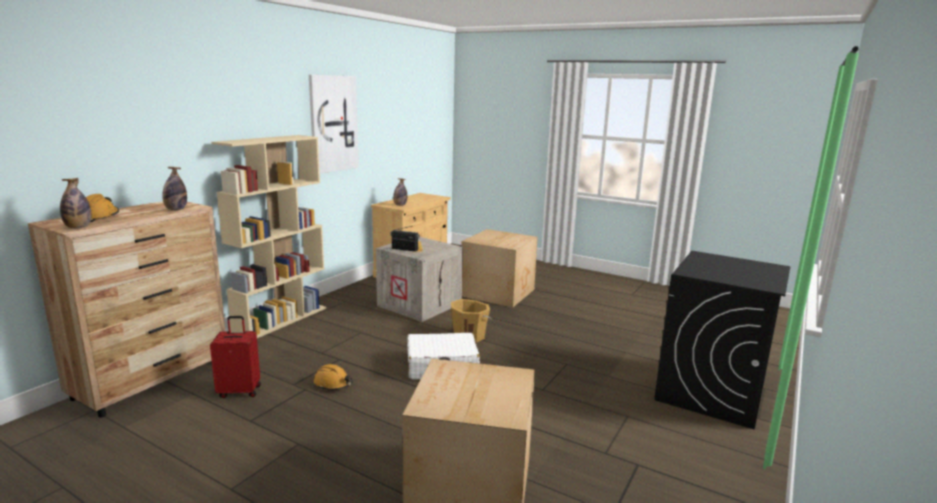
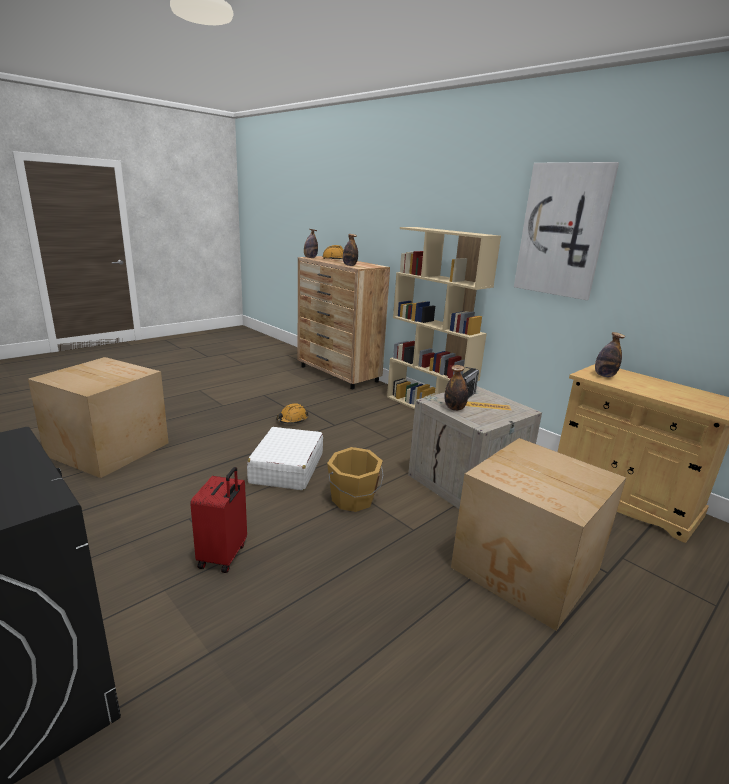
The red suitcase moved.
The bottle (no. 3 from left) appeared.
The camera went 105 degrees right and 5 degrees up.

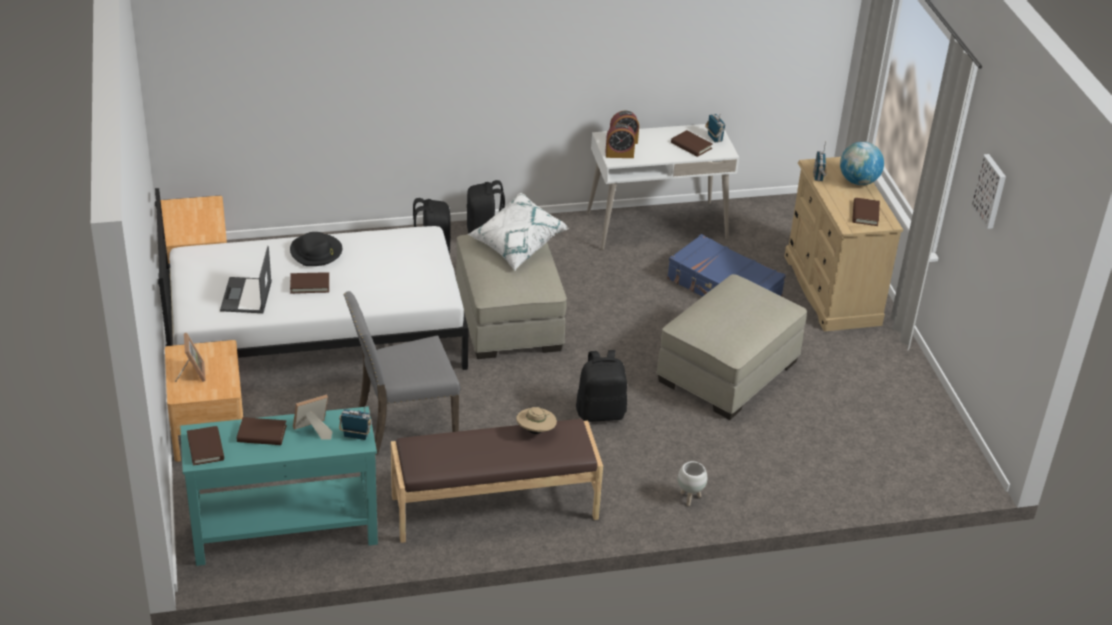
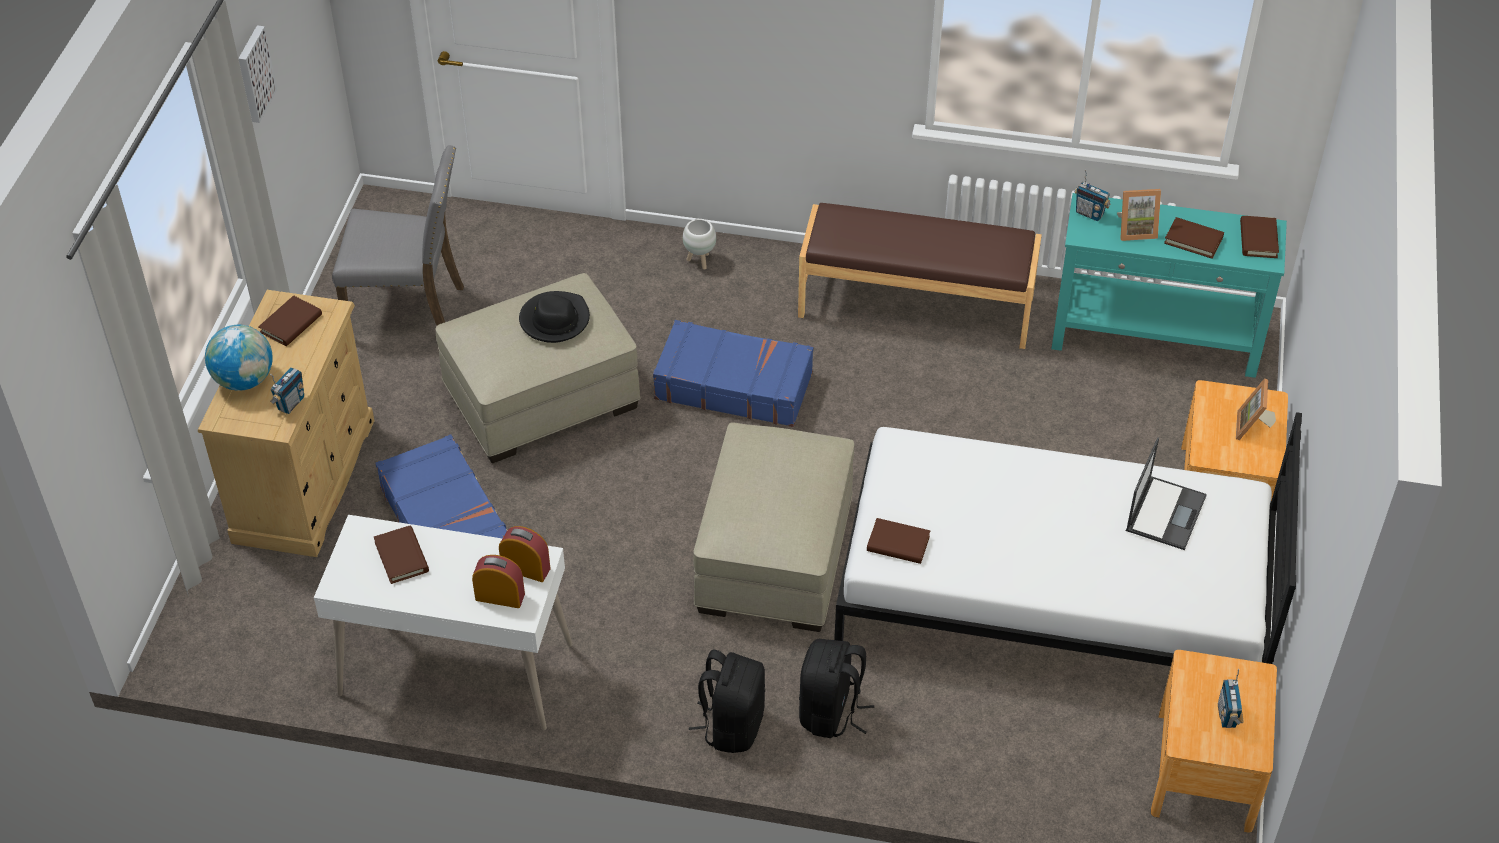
The black hat moved.
The brown book (no. 3 from left) moved.
The grey chair moved.
The white pillow disappeared.
The beige hat disappeared.
The black backpack (no. 3 from left) was replaced by the blue suitcase (no. 2 from left).
The radio (no. 2 from left in the first image) moved.
The camera went 155 degrees left and 10 degrees up.

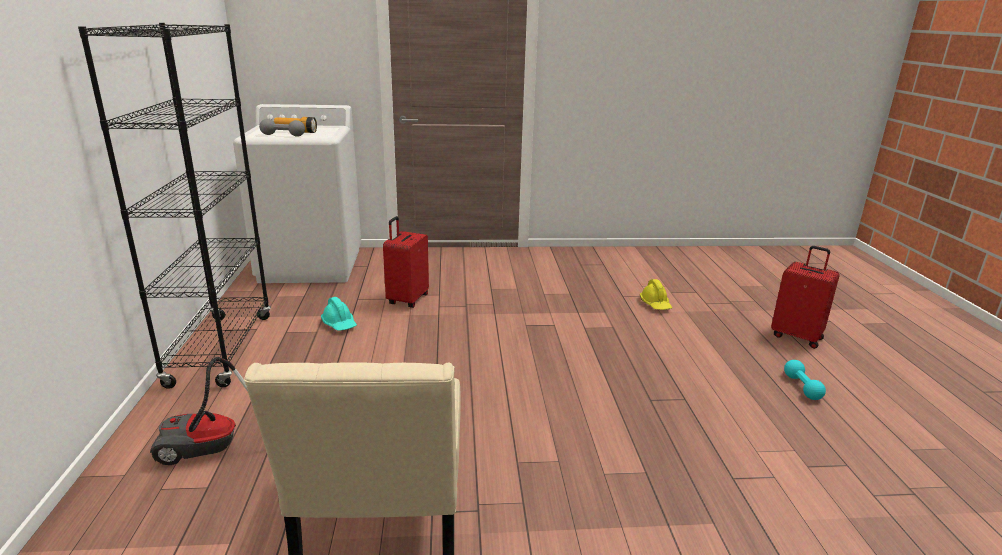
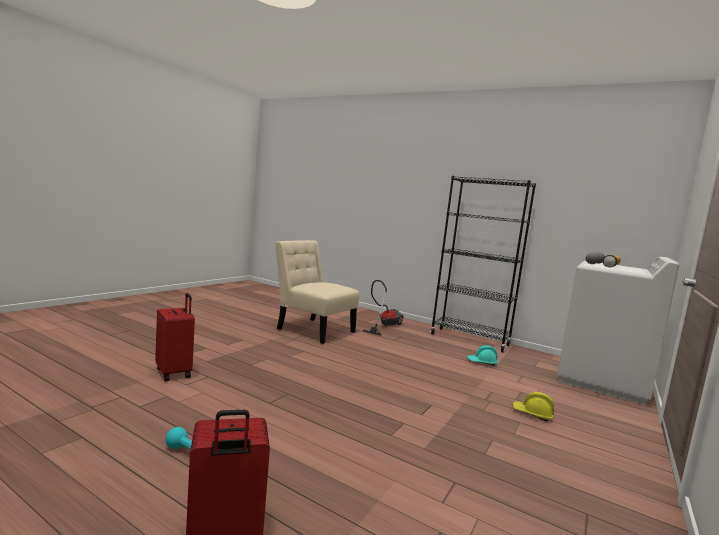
The red suitcase (no. 1 from left) moved.
The yellow hard hat moved.
The camera went 125 degrees right and 15 degrees down.

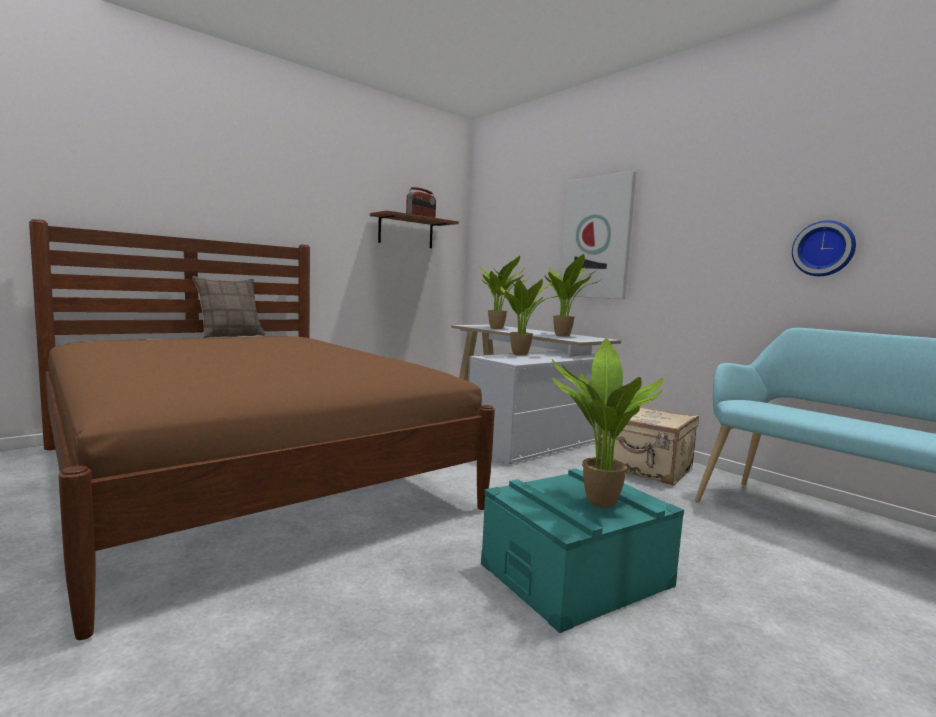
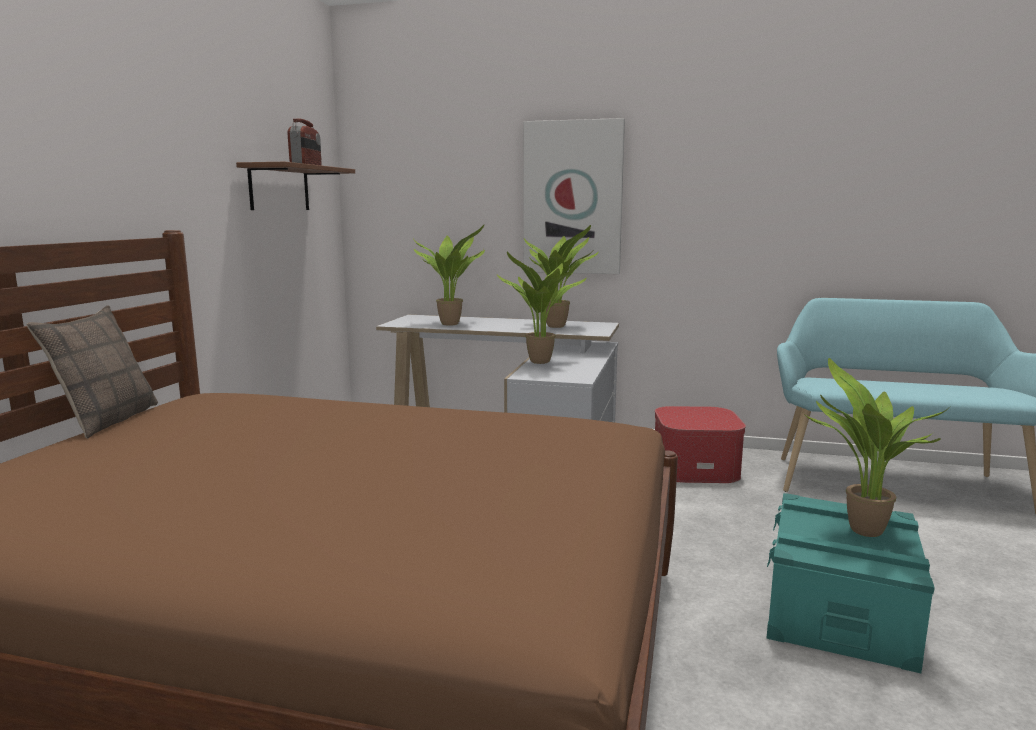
The beige suitcase was replaced by the ottoman.
The wall clock disappeared.
The camera went 35 degrees left and 5 degrees up.

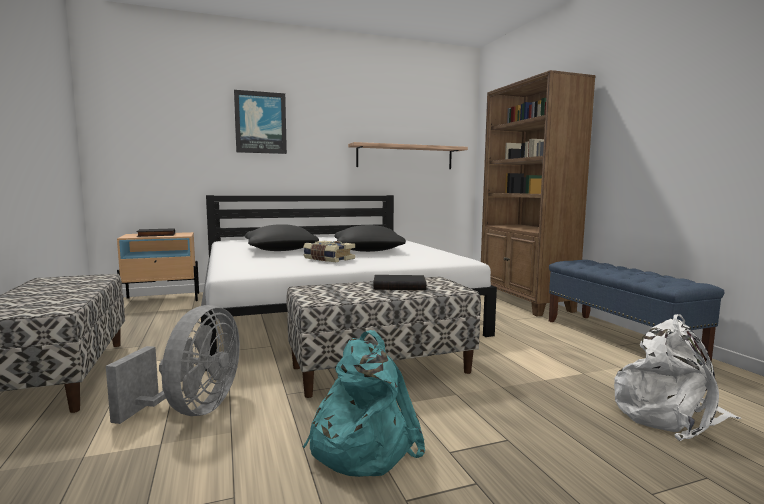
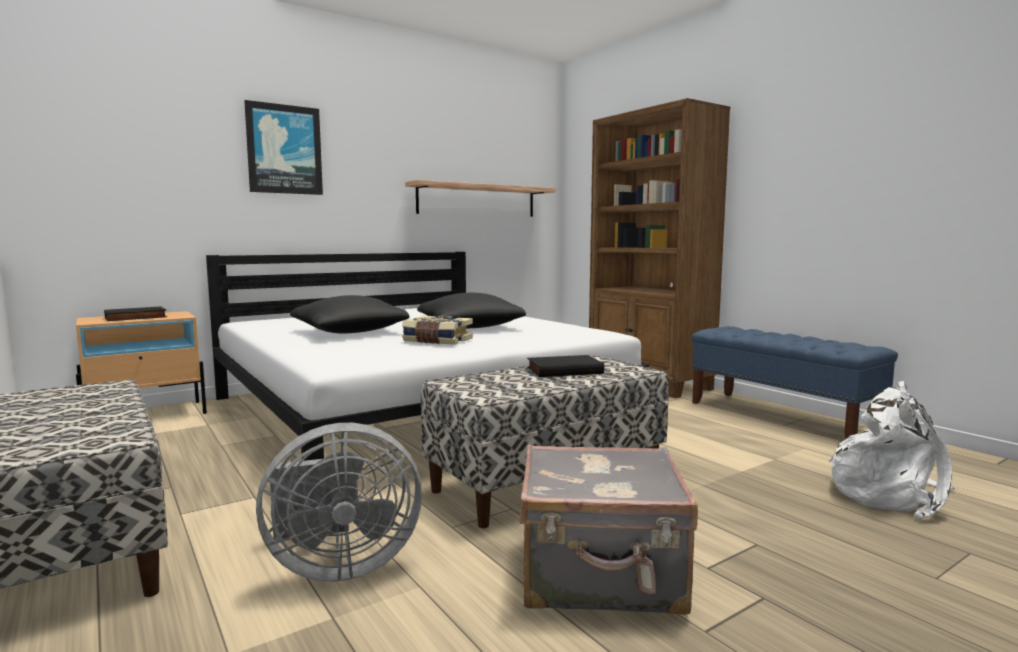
The grey fan turned 75 degrees clockwise.
The turquoise backpack was replaced by the grey suitcase.
The camera went 15 degrees left and 0 degrees up.

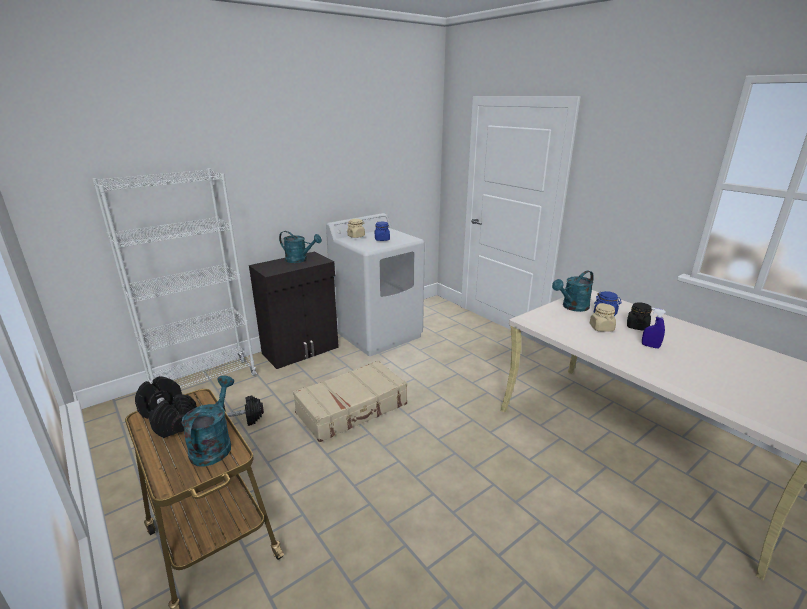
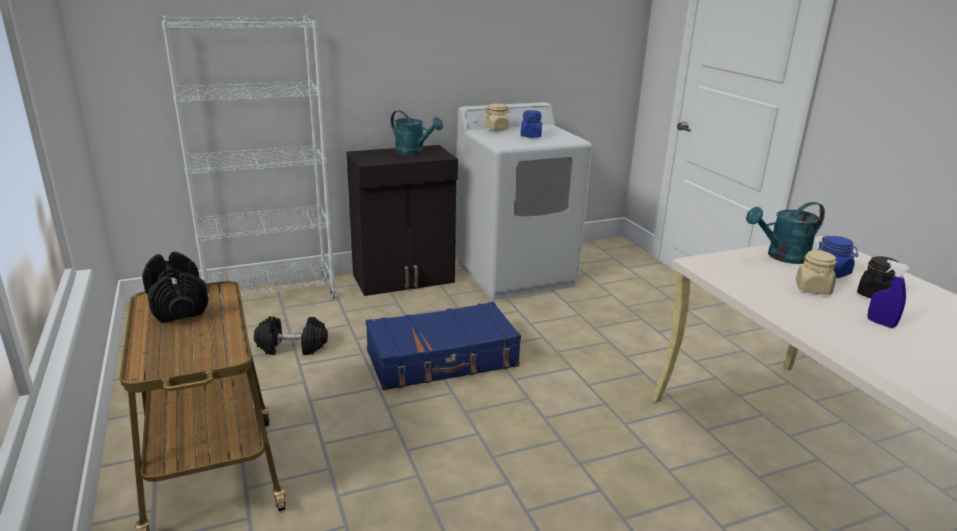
The turquoise watering can (no. 1 from left) disappeared.
The beige suitcase became the blue suitcase.
The camera went 15 degrees right and 0 degrees up.

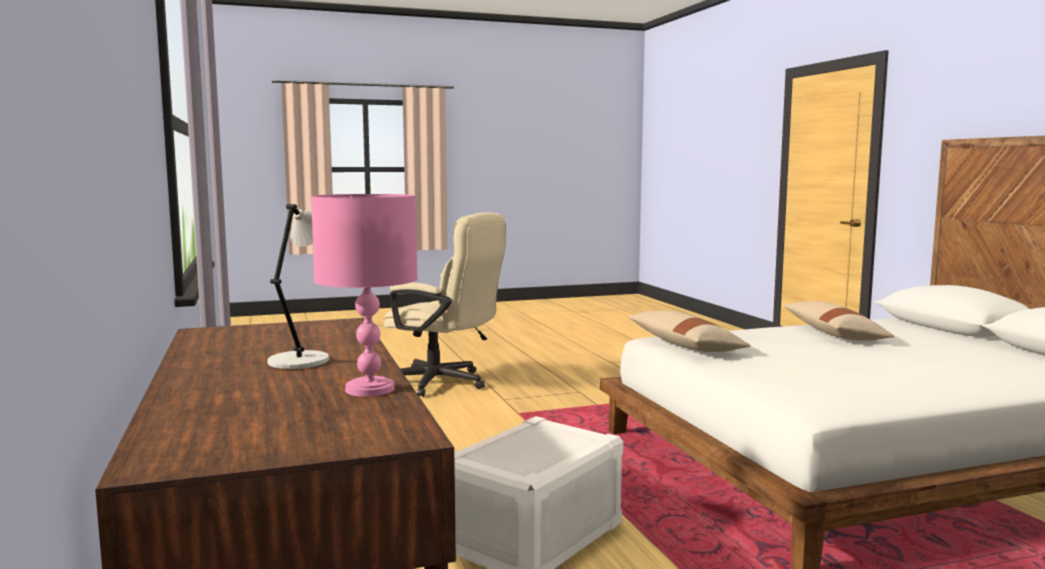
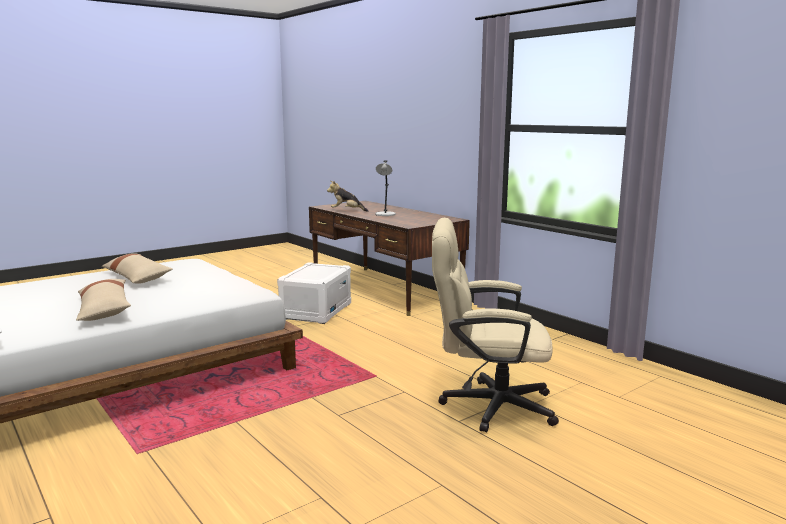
The pink table lamp was replaced by the plush toy.
The beige pillow (no. 1 from left in the first image) moved.
The camera went 160 degrees right and 5 degrees up.

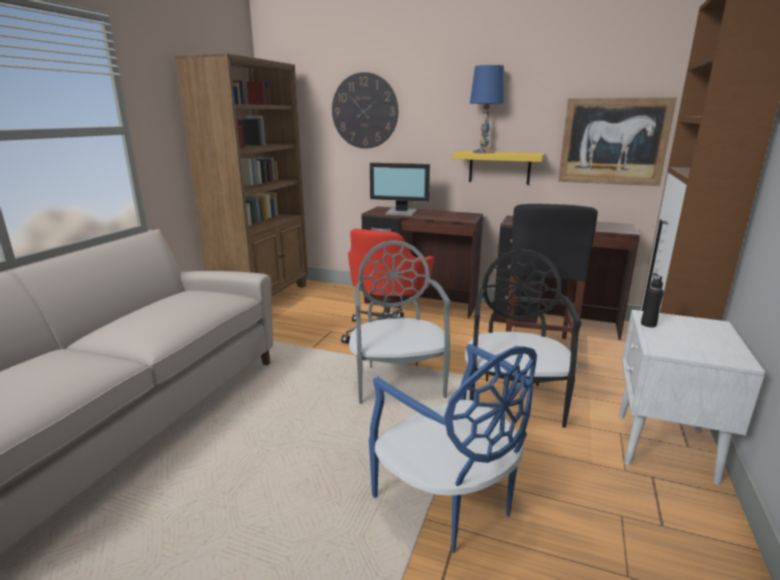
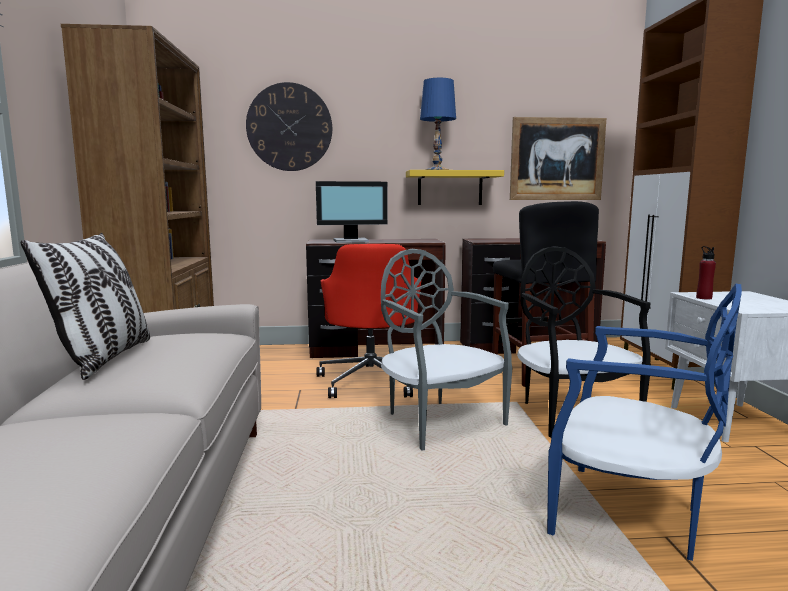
The black bottle became the red bottle.
The pillow appeared.
The camera went 25 degrees left and 10 degrees down.

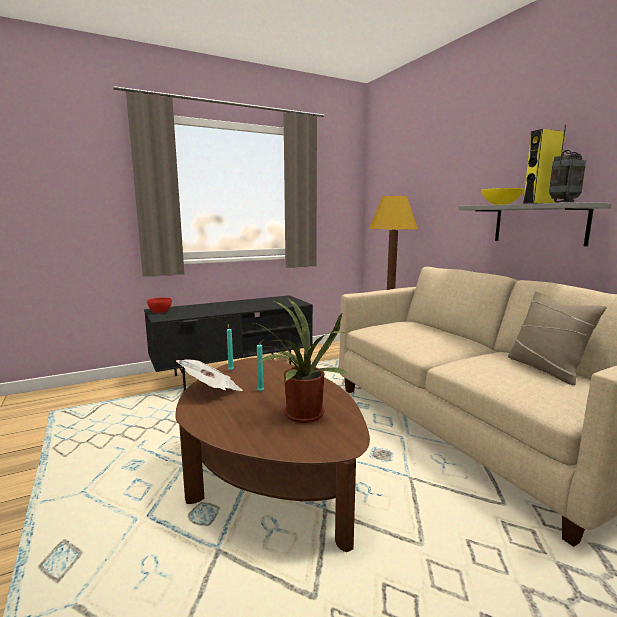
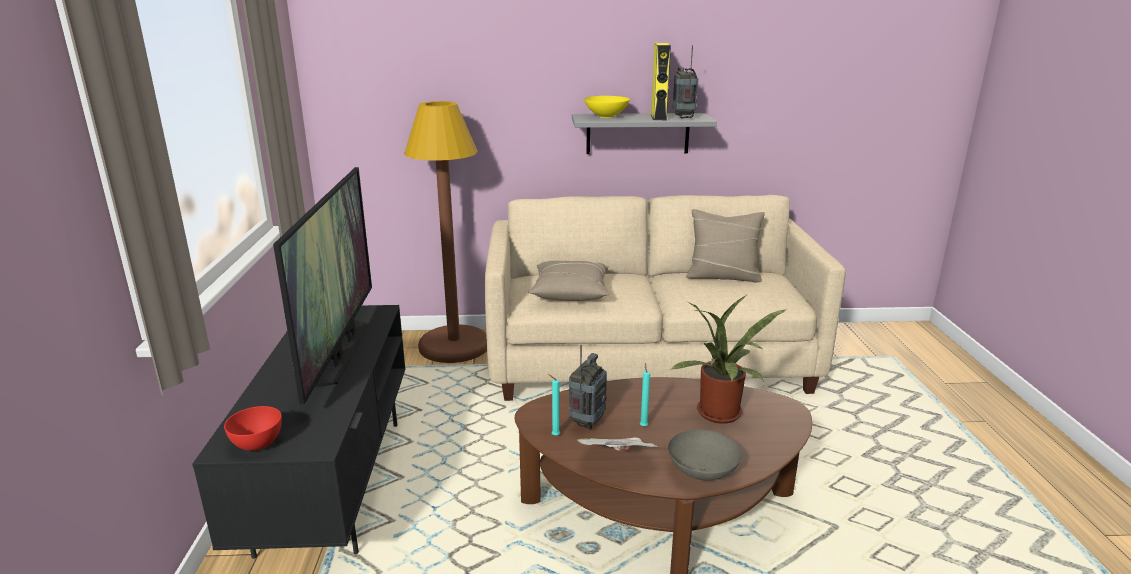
The television appeared.
The beige pillow (no. 1 from left) appeared.
The radio (no. 1 from left) appeared.
The grey bowl appeared.
The camera went 65 degrees left and 10 degrees up.

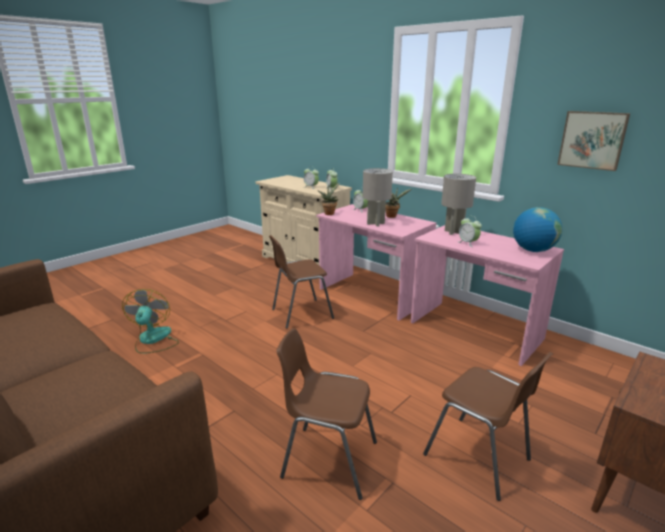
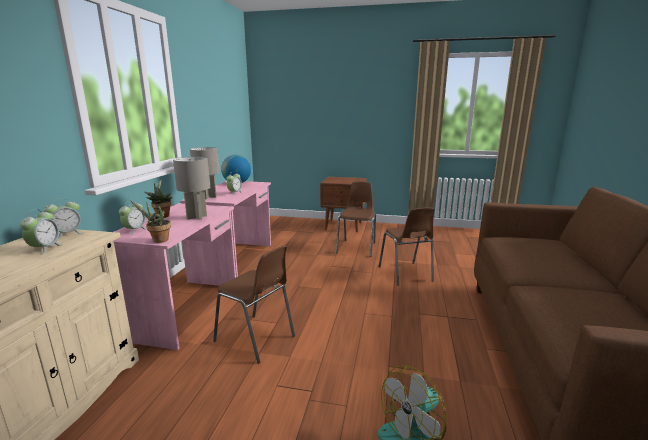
The picture disappeared.
The camera went 120 degrees left and 5 degrees down.

